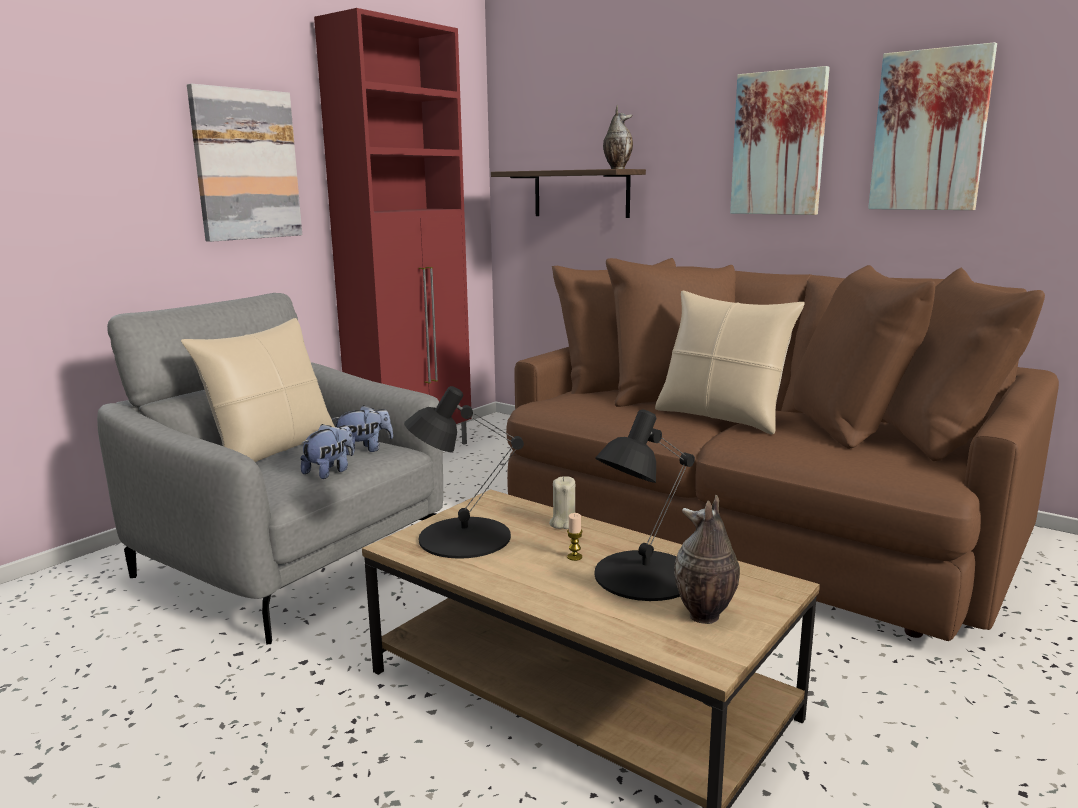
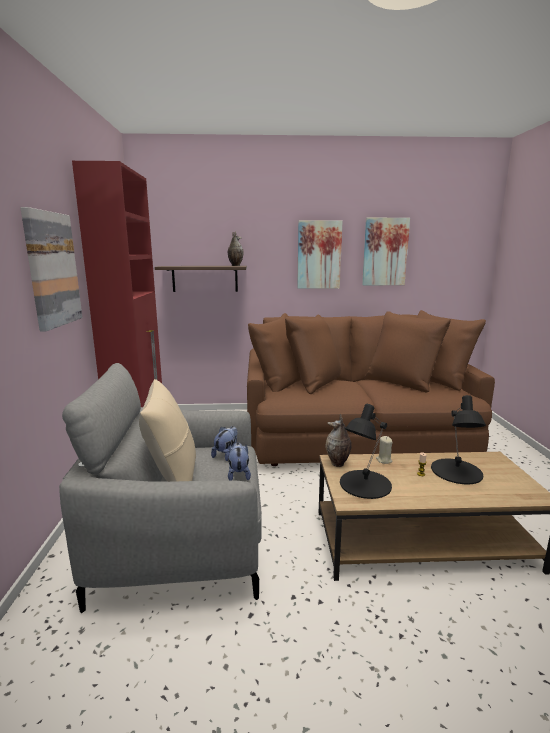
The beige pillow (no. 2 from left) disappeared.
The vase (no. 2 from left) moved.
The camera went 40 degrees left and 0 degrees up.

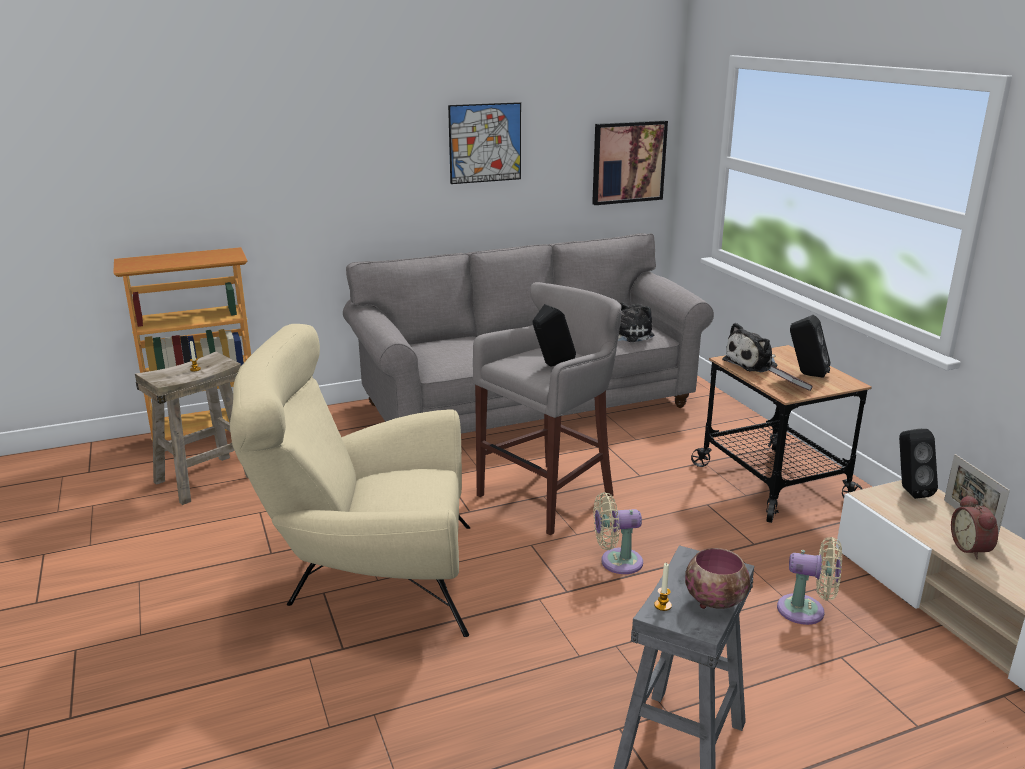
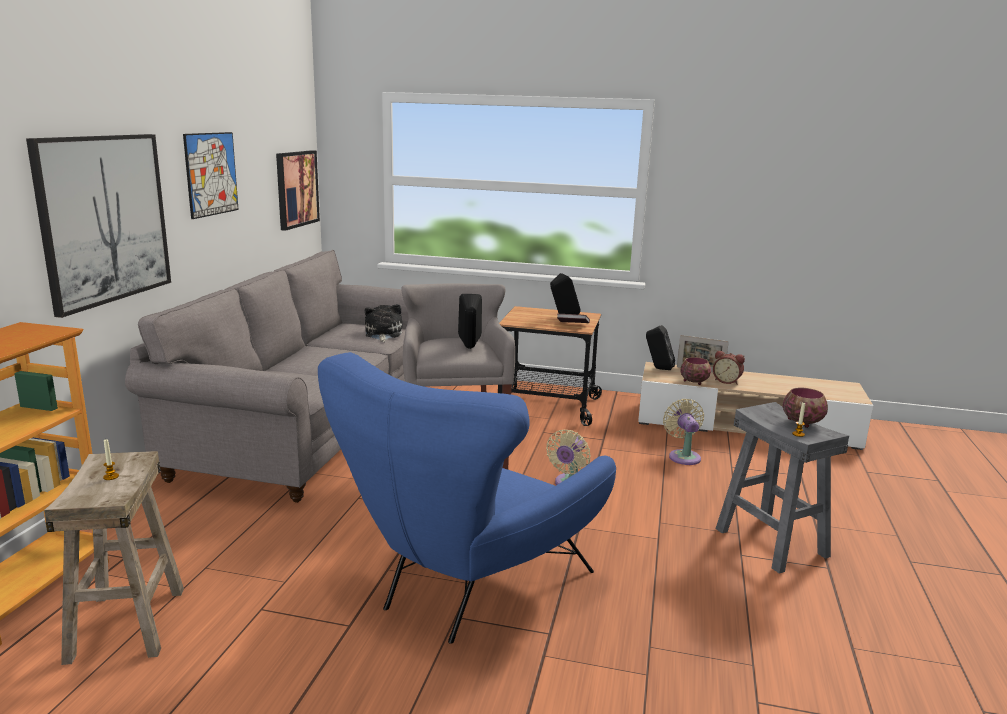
The beige armchair became the blue armchair.
The plush toy (no. 2 from left) disappeared.
The beige fan (no. 2 from left) turned 60 degrees counterclockwise.
The picture (no. 1 from left) appeared.
The bowl (no. 1 from left) appeared.
The camera went 55 degrees left and 5 degrees down.

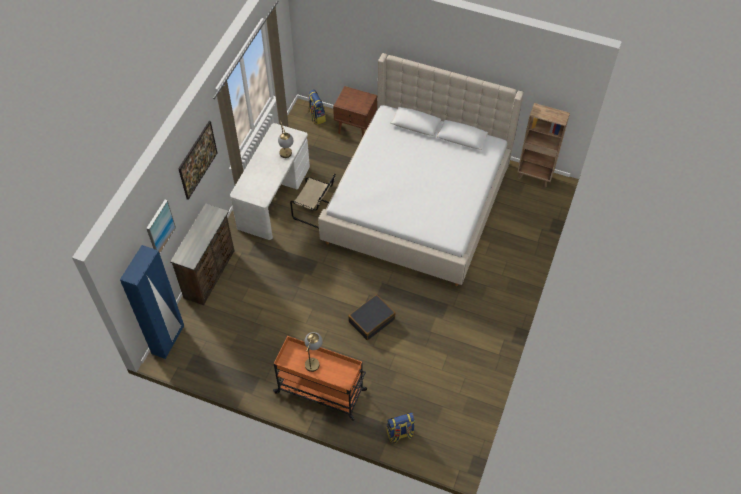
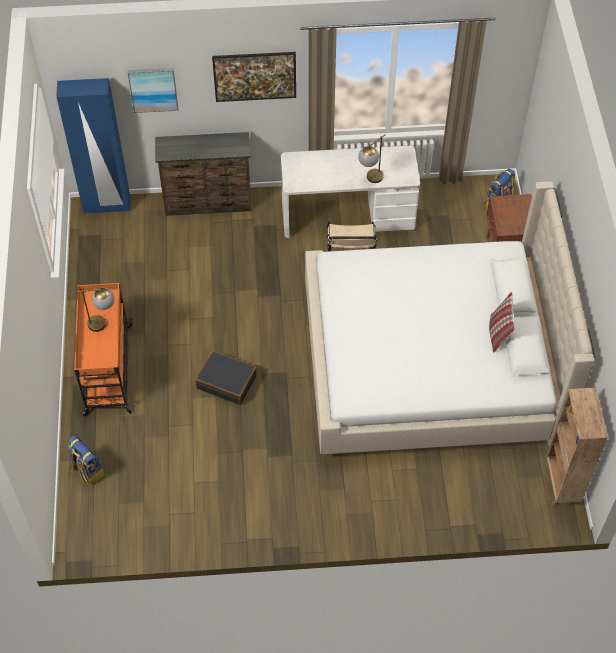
The pillow appeared.
The camera went 65 degrees right and 0 degrees up.

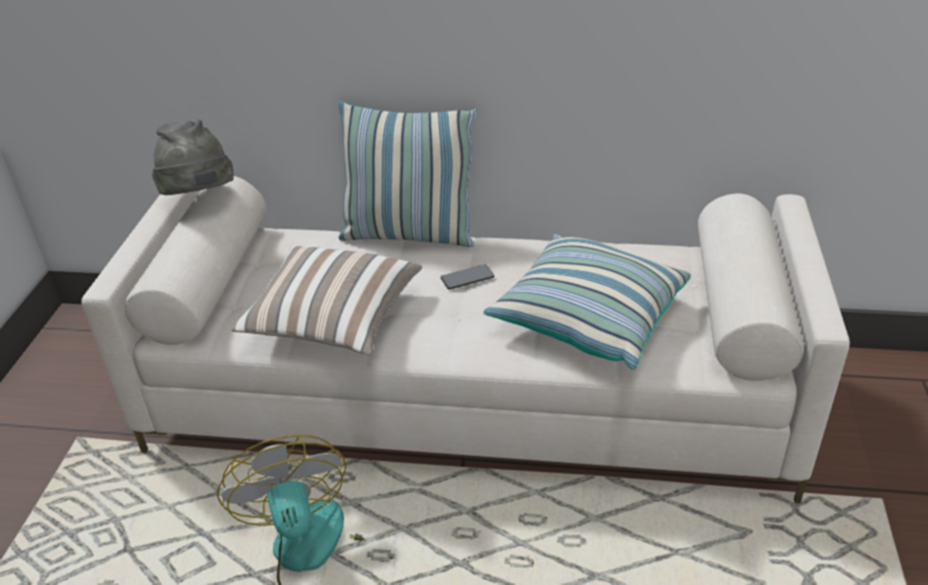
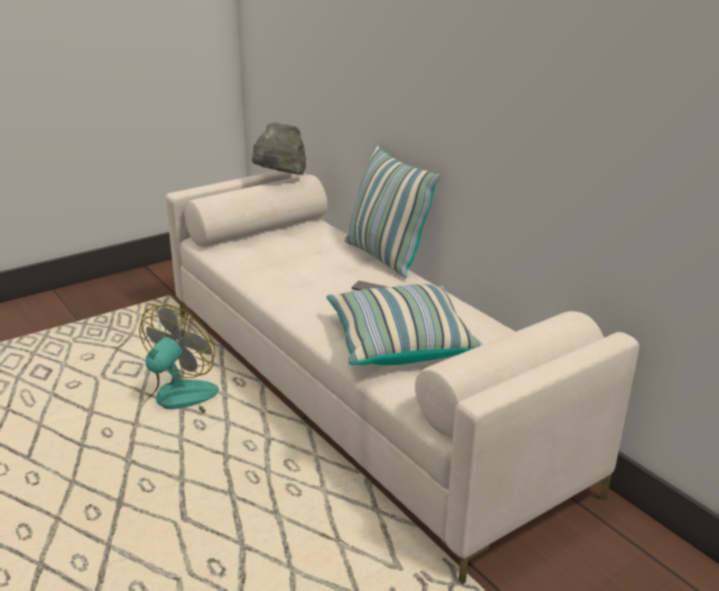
The pillow (no. 1 from left) disappeared.
The camera went 45 degrees right and 10 degrees down.

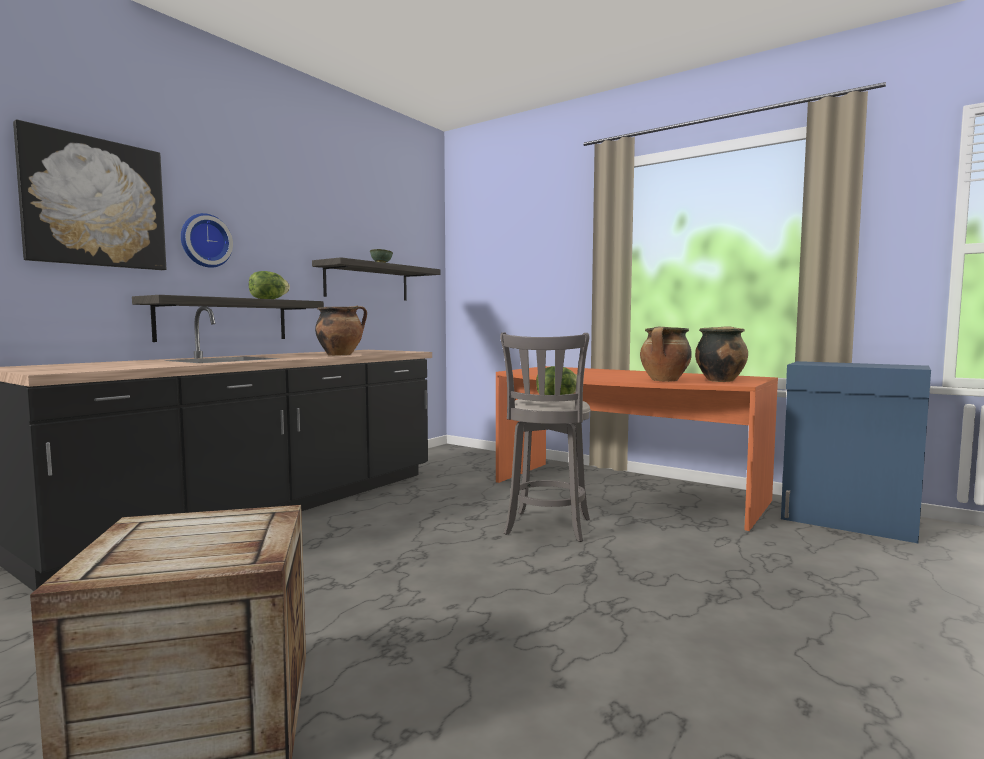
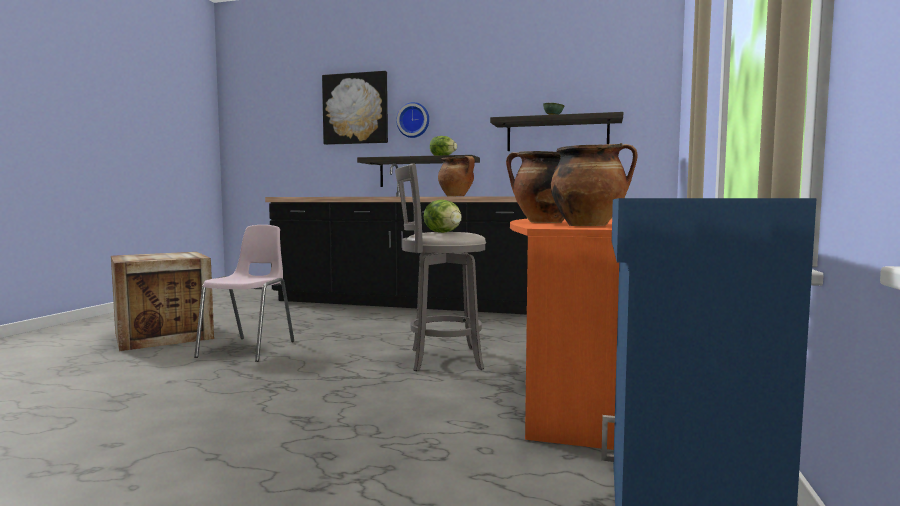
The pink chair appeared.
The camera went 70 degrees right and 0 degrees up.

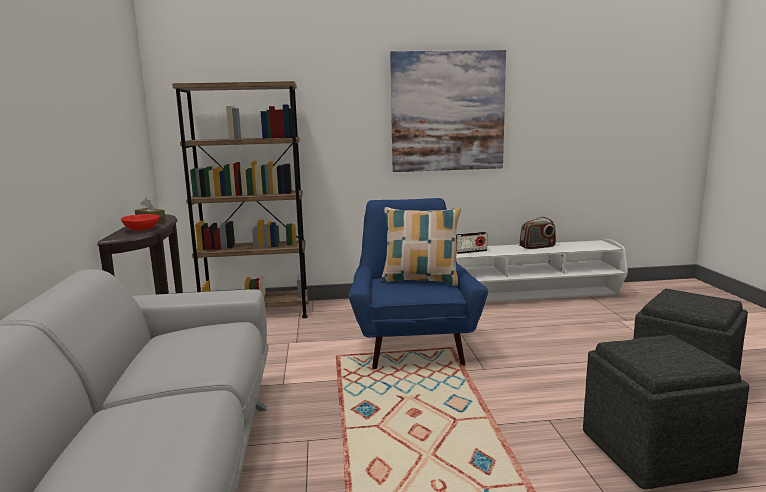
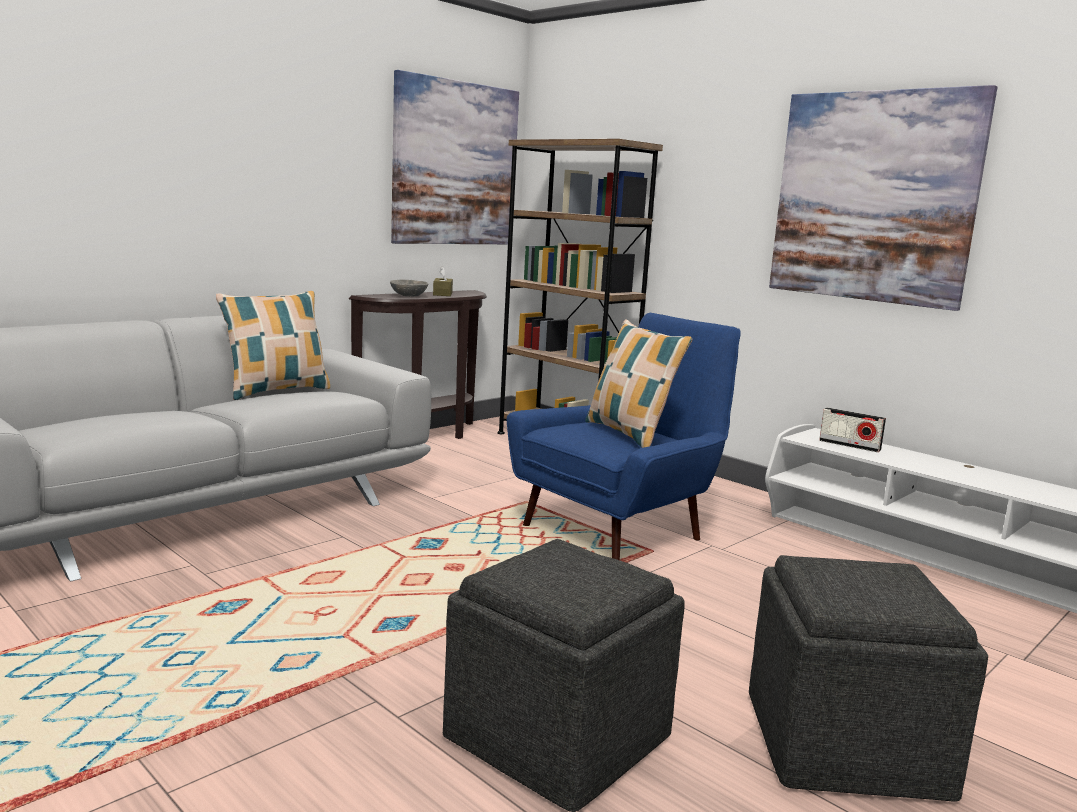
The red bowl became the grey bowl.
The radio (no. 2 from left) disappeared.
The pillow (no. 1 from left) appeared.
The picture (no. 1 from left) appeared.
The camera went 50 degrees right and 0 degrees up.

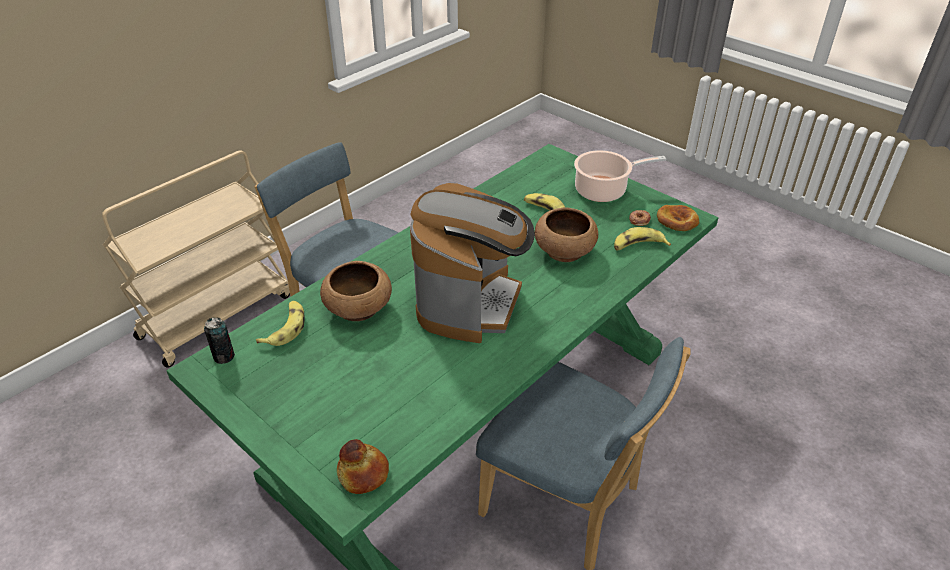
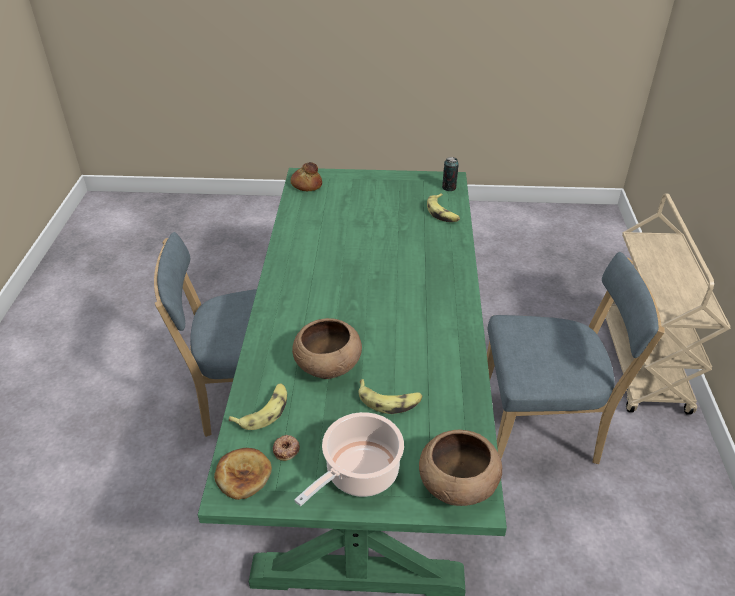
The brown bowl (no. 1 from left in the first image) moved.
The coffee machine disappeared.
The camera went 140 degrees right and 0 degrees up.

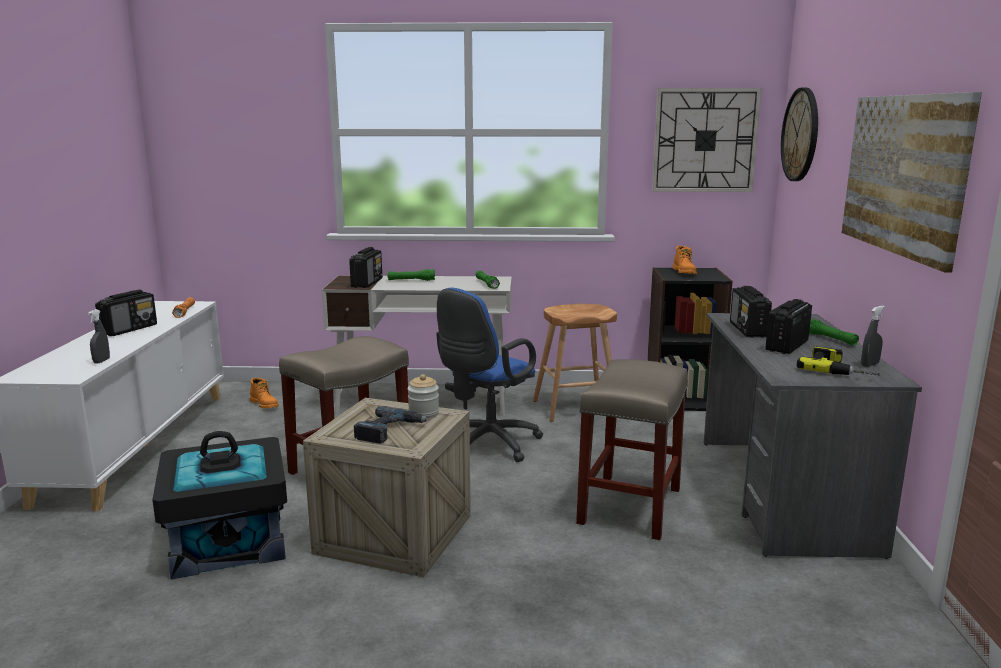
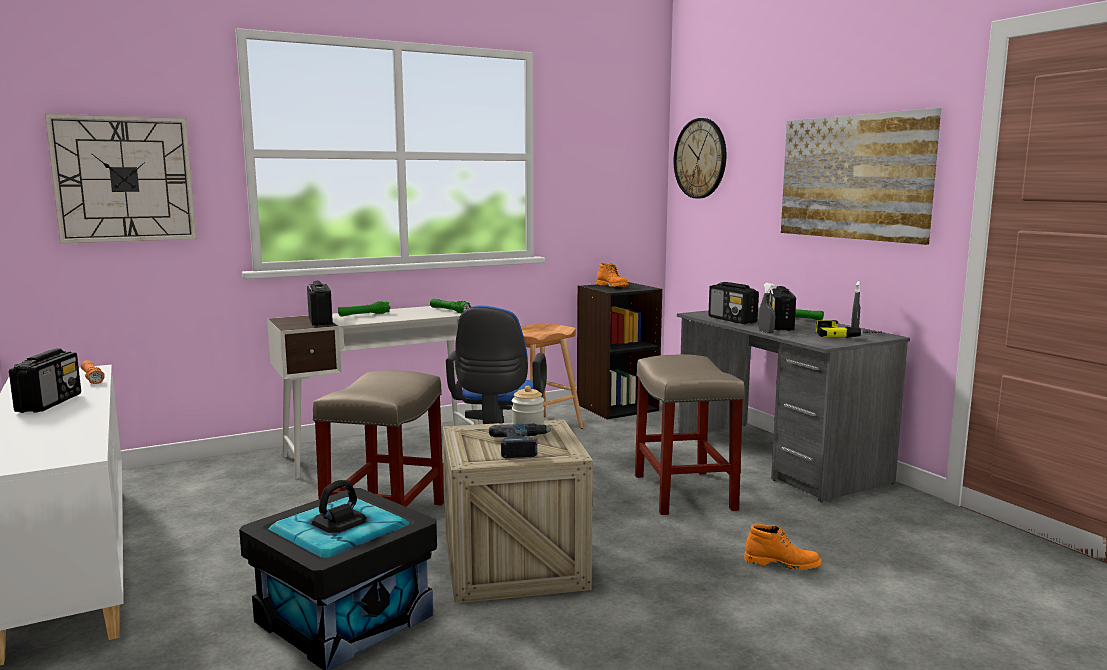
The grey spray bottle (no. 1 from left) moved.
The orange boot (no. 1 from left in the first image) moved.
The wall clock (no. 1 from left) moved.
The camera went 30 degrees left and 5 degrees down.

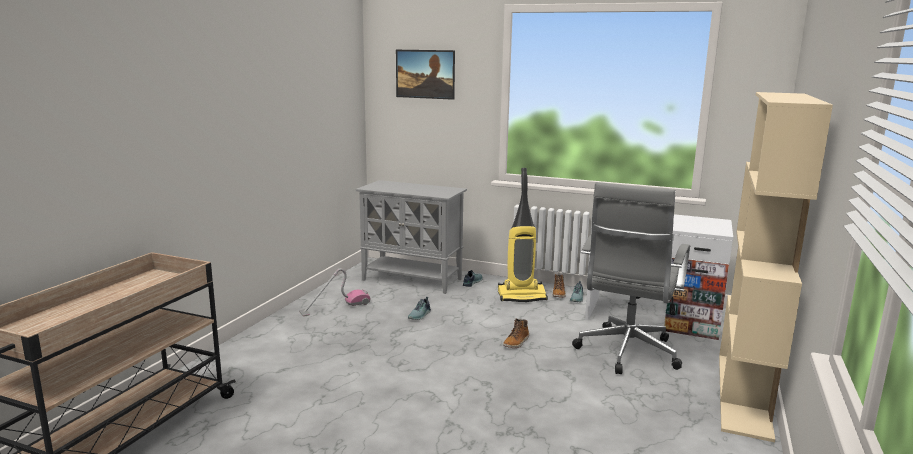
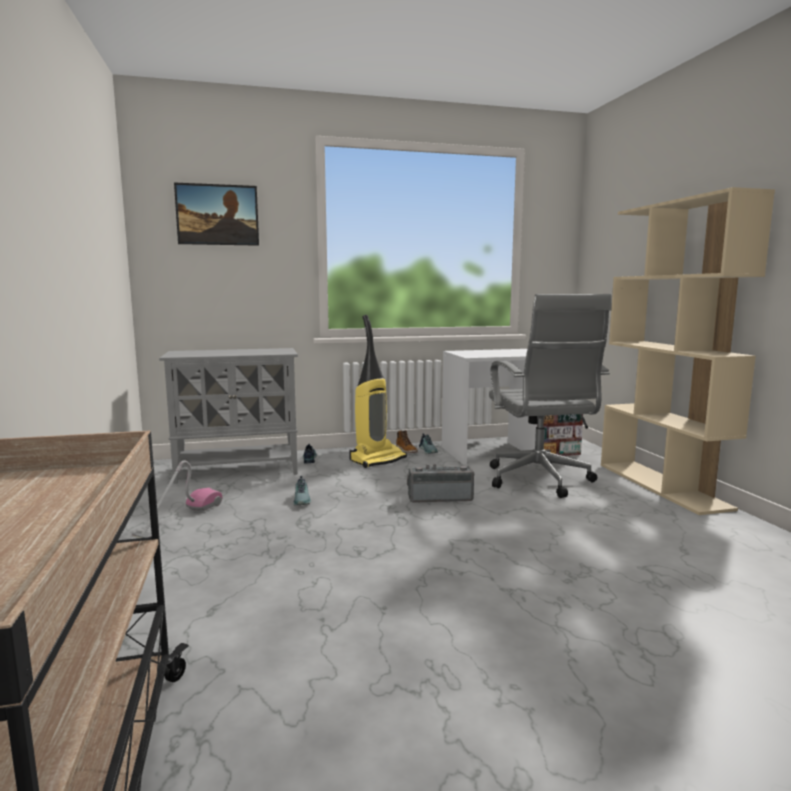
The boot (no. 1 from left) was replaced by the radio.
The camera went 35 degrees left and 5 degrees down.

